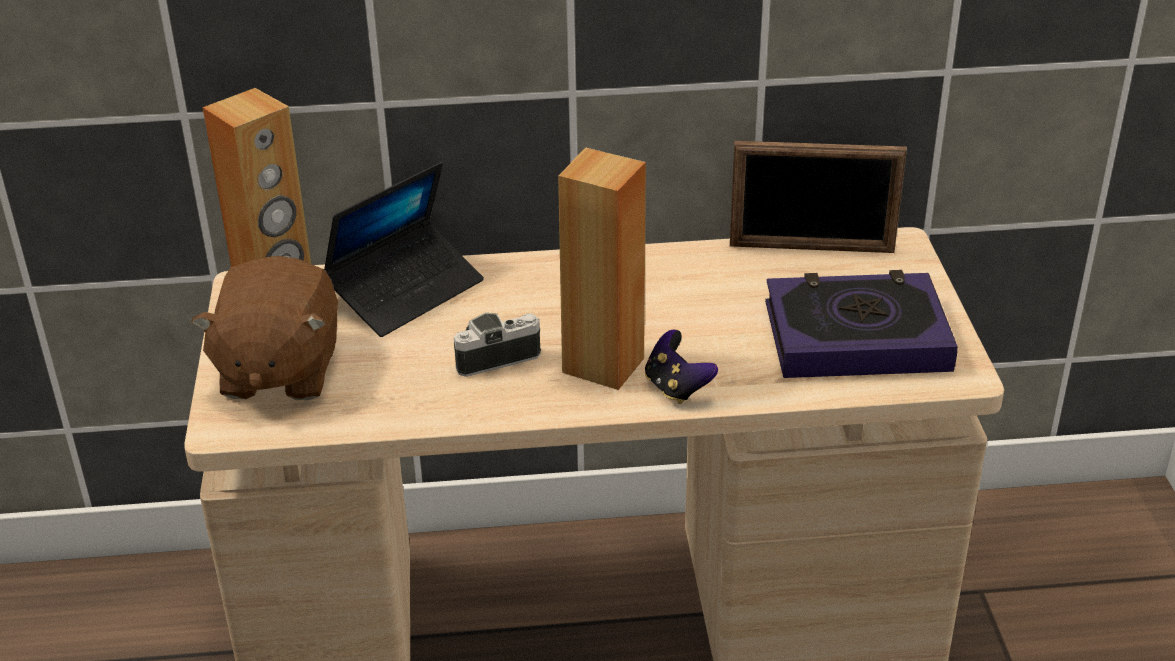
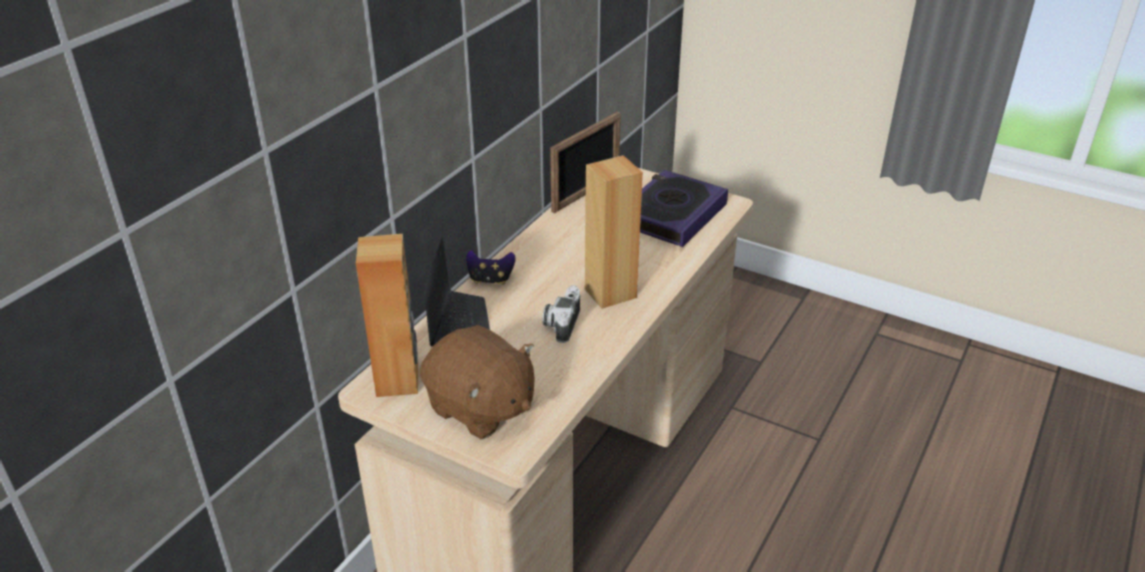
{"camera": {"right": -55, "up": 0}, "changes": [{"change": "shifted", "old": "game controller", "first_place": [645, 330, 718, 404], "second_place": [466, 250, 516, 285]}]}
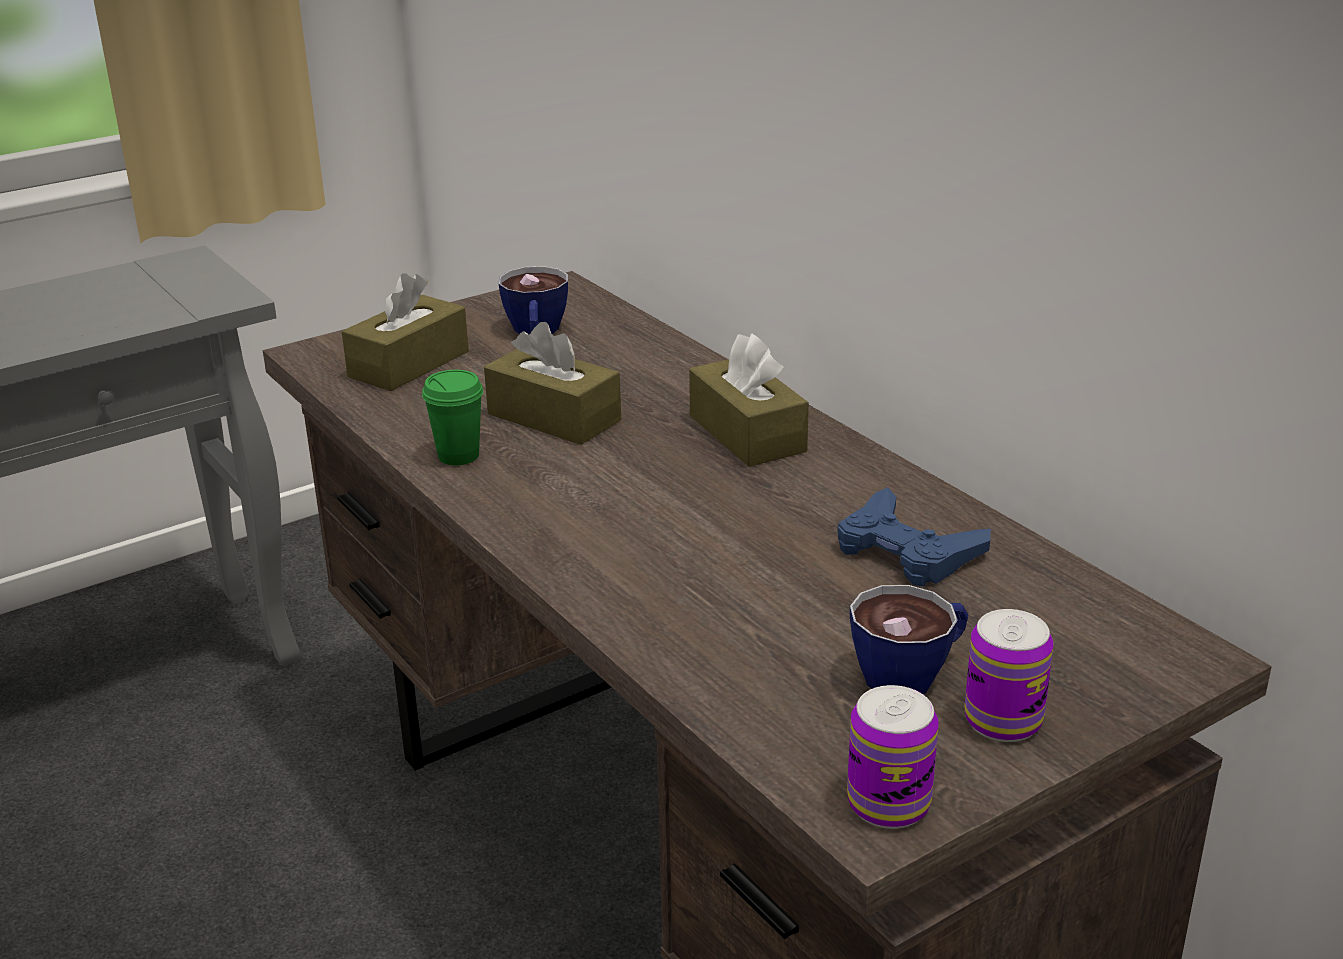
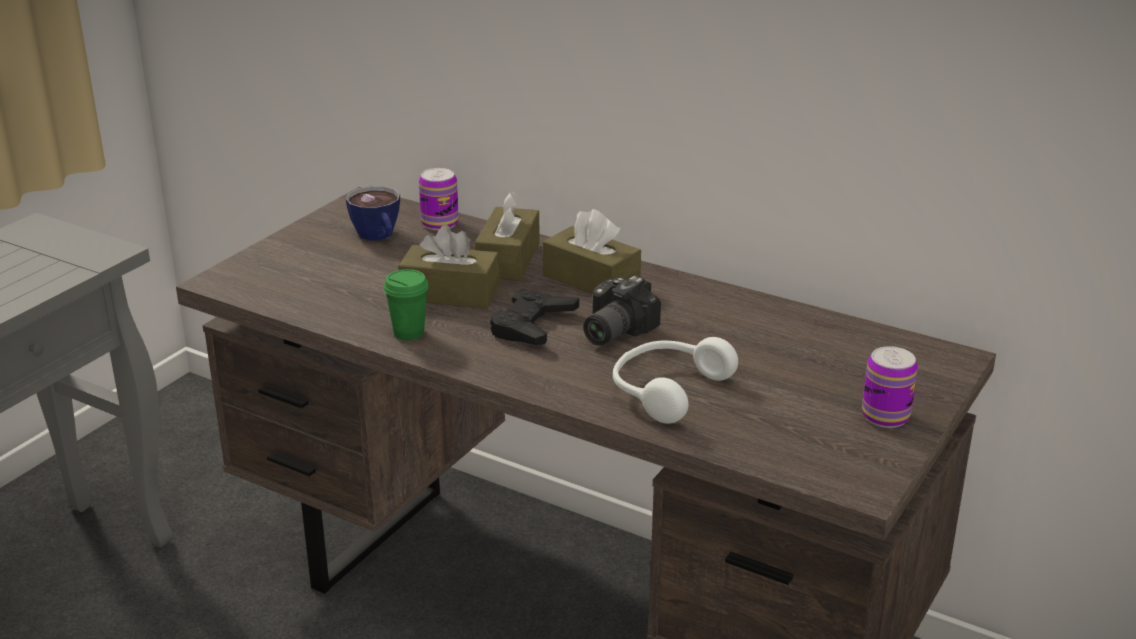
{"camera": {"right": -25, "up": 0}, "changes": [{"change": "shifted", "old": "can", "first_place": [847, 685, 939, 829], "second_place": [419, 168, 459, 230]}, {"change": "shifted", "old": "brown tissue box", "first_place": [342, 273, 469, 391], "second_place": [475, 192, 540, 281]}, {"change": "new", "new": "black game controller", "second_place": [490, 289, 579, 345]}, {"change": "new", "new": "photo camera", "second_place": [583, 276, 661, 345]}, {"change": "new", "new": "white headphones", "second_place": [613, 337, 738, 424]}, {"change": "gone", "old": "blue game controller", "first_place": [837, 487, 991, 586]}, {"change": "gone", "old": "cup", "first_place": [850, 585, 968, 694]}]}
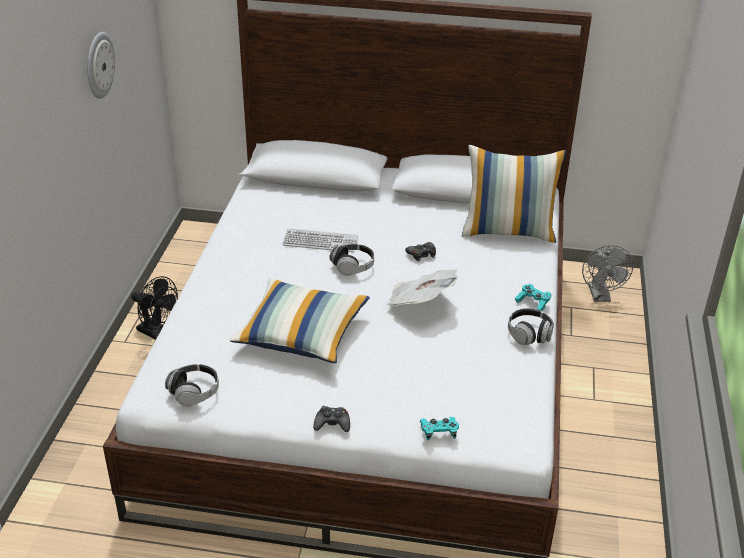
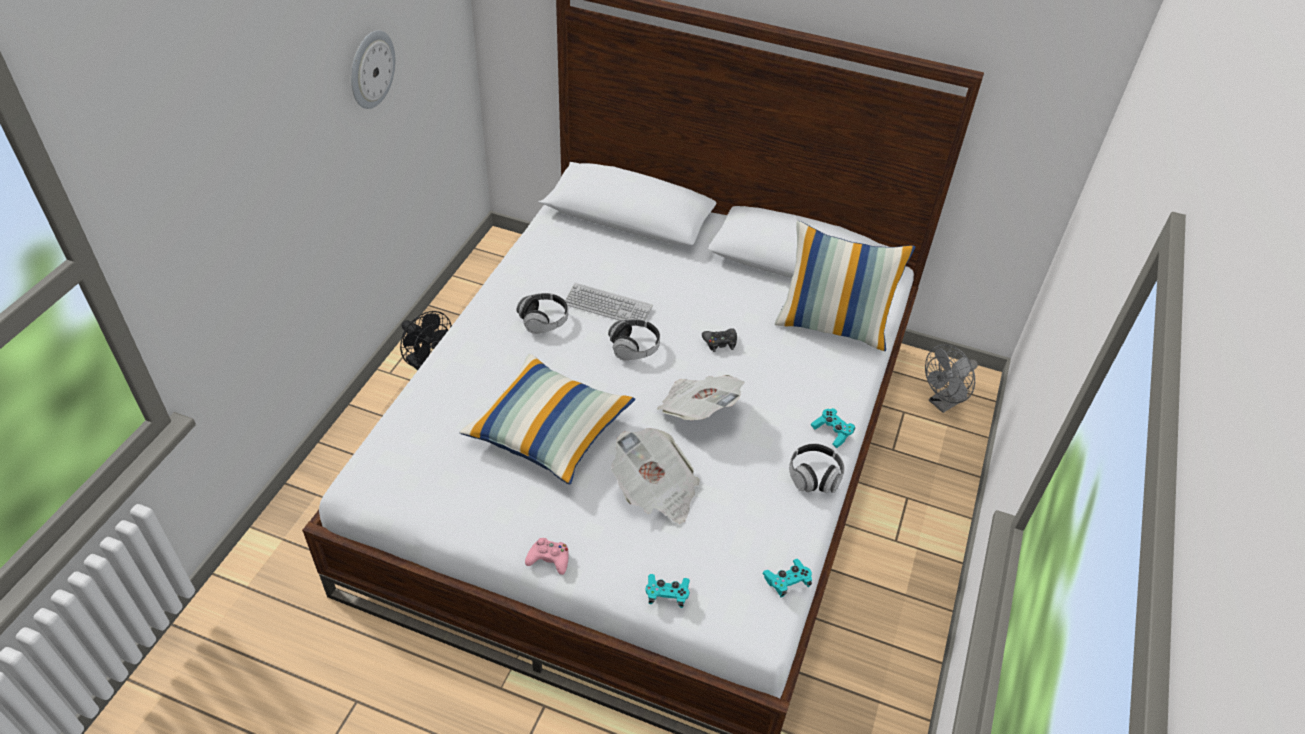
{"camera": {"right": 10, "up": 10}, "changes": [{"change": "shifted", "old": "headphones", "first_place": [165, 364, 219, 407], "second_place": [517, 293, 568, 334]}, {"change": "repainted", "old": "black game controller", "new": "pink game controller", "first_place": [313, 406, 350, 432], "second_place": [525, 538, 569, 575]}, {"change": "new", "new": "newspaper", "second_place": [611, 428, 700, 523]}, {"change": "new", "new": "turquoise game controller", "second_place": [763, 559, 812, 597]}, {"change": "rotated", "old": "grey fan", "first_place": [582, 245, 633, 302], "second_place": [925, 344, 978, 413], "degrees": 45}]}
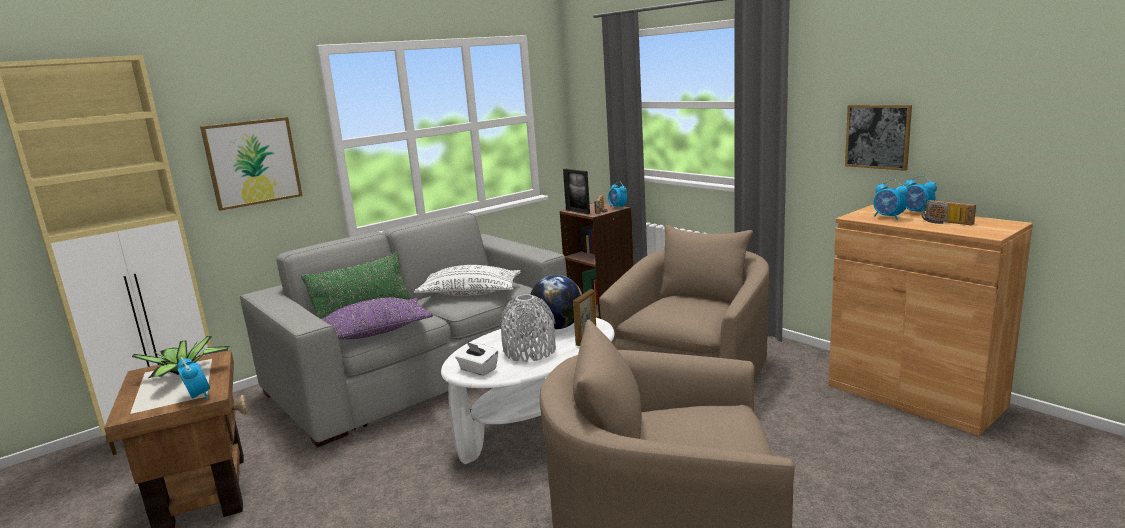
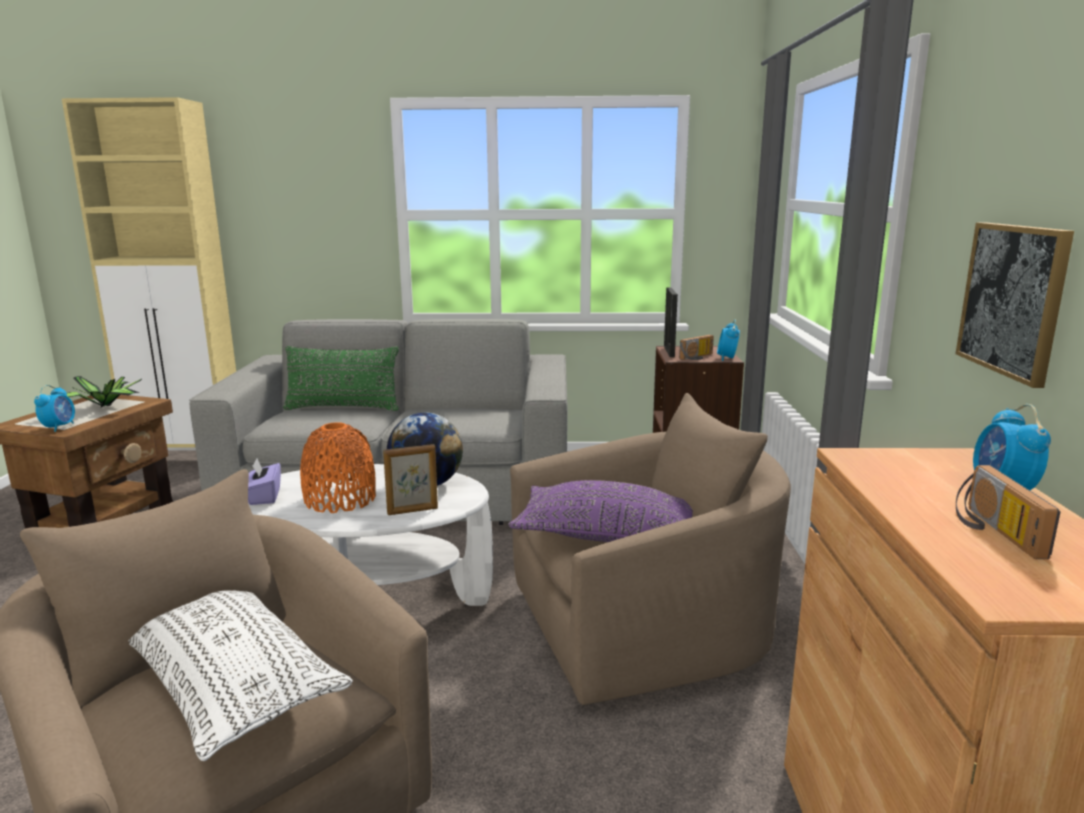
{"camera": {"right": 40, "up": 0}, "changes": [{"change": "shifted", "old": "white pillow", "first_place": [414, 265, 521, 296], "second_place": [128, 590, 353, 761]}, {"change": "repainted", "old": "white tissue box", "new": "purple tissue box", "first_place": [455, 342, 498, 376], "second_place": [248, 459, 281, 505]}, {"change": "repainted", "old": "grey vase", "new": "orange vase", "first_place": [499, 294, 556, 362], "second_place": [300, 422, 376, 513]}, {"change": "shifted", "old": "purple pillow", "first_place": [322, 297, 434, 339], "second_place": [508, 480, 693, 542]}, {"change": "gone", "old": "picture", "first_place": [200, 117, 303, 211]}, {"change": "gone", "old": "alarm clock", "first_place": [873, 179, 908, 220]}]}
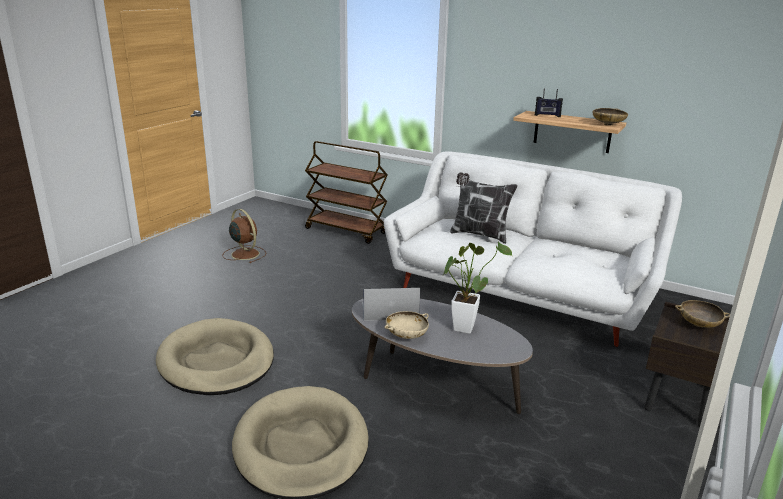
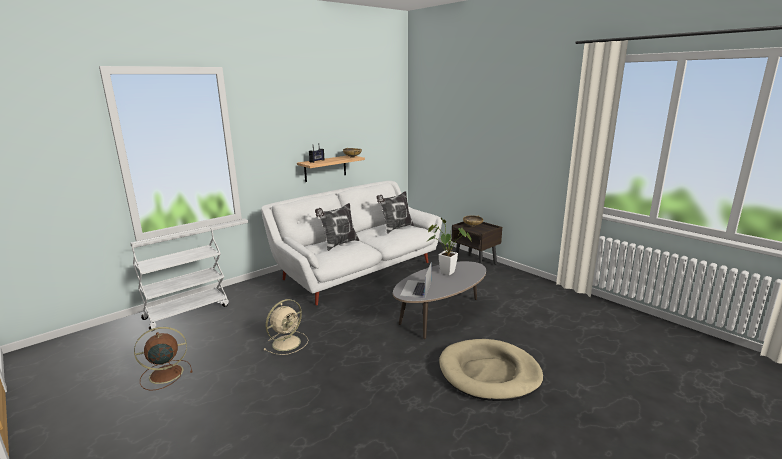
{"camera": {"right": -70, "up": -5}, "changes": [{"change": "repainted", "old": "brown cart", "new": "white cart", "first_place": [305, 141, 388, 244], "second_place": [132, 226, 229, 331]}, {"change": "new", "new": "beige fan", "second_place": [264, 299, 308, 355]}, {"change": "new", "new": "pillow", "second_place": [376, 191, 414, 234]}, {"change": "gone", "old": "beige dog bed", "first_place": [156, 318, 274, 395]}, {"change": "gone", "old": "beige bowl", "first_place": [384, 311, 429, 339]}]}
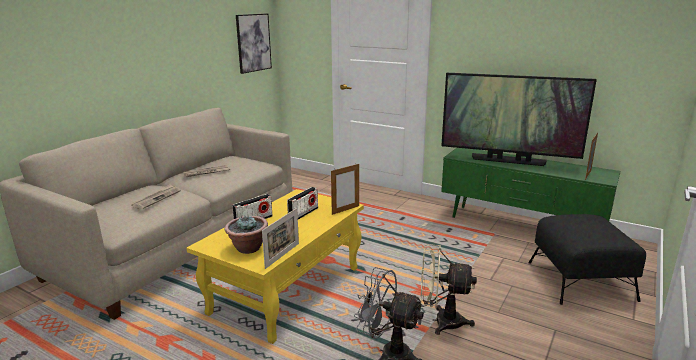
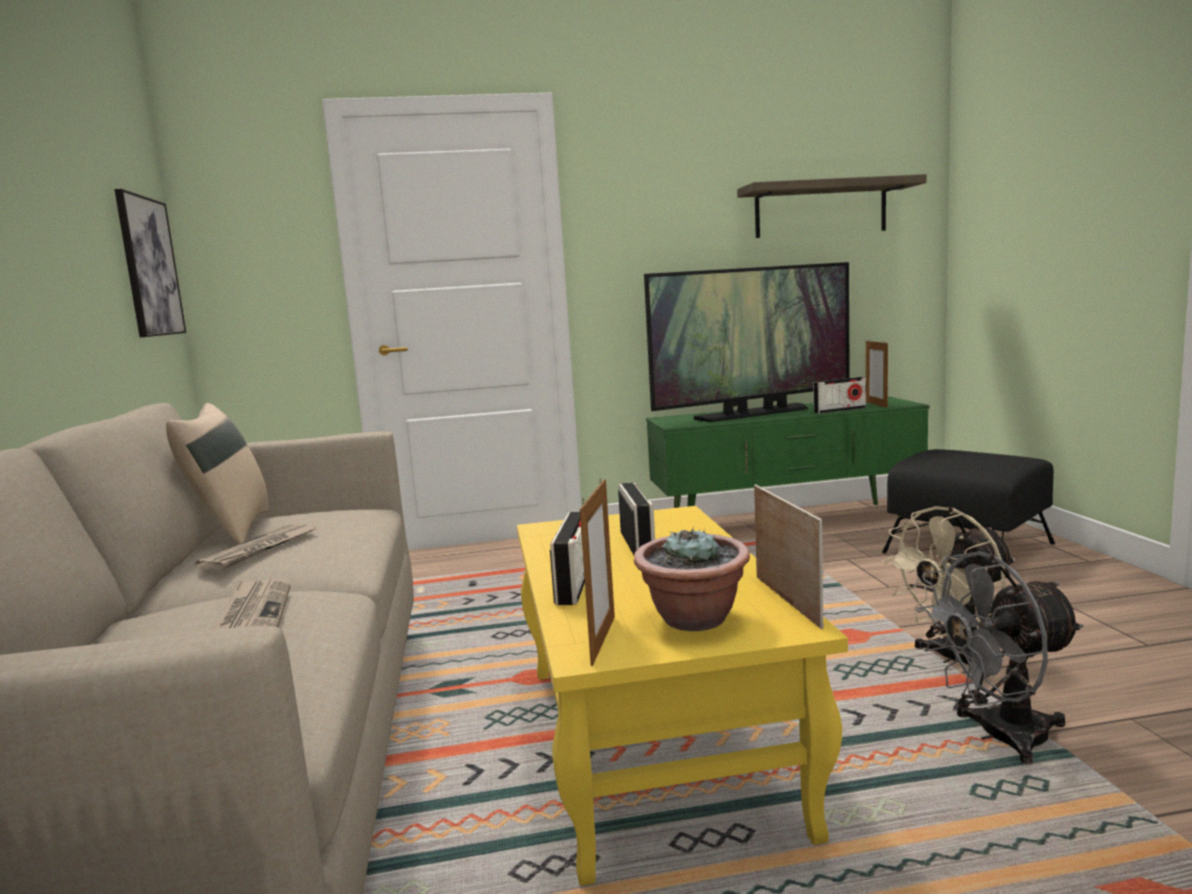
{"camera": {"right": -40, "up": -10}, "changes": [{"change": "new", "new": "beige pillow", "second_place": [166, 403, 269, 544]}, {"change": "shifted", "old": "picture frame", "first_place": [331, 163, 359, 215], "second_place": [580, 478, 615, 666]}, {"change": "new", "new": "shelf", "second_place": [737, 174, 927, 238]}, {"change": "new", "new": "radio", "second_place": [813, 377, 866, 414]}]}
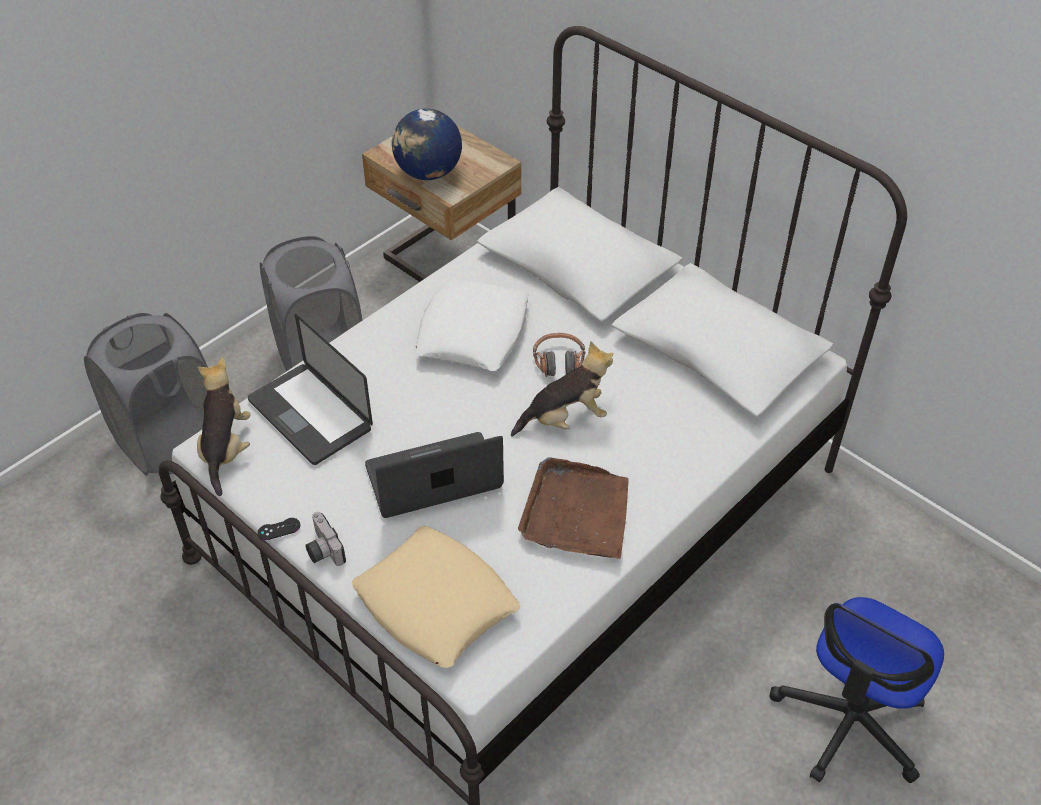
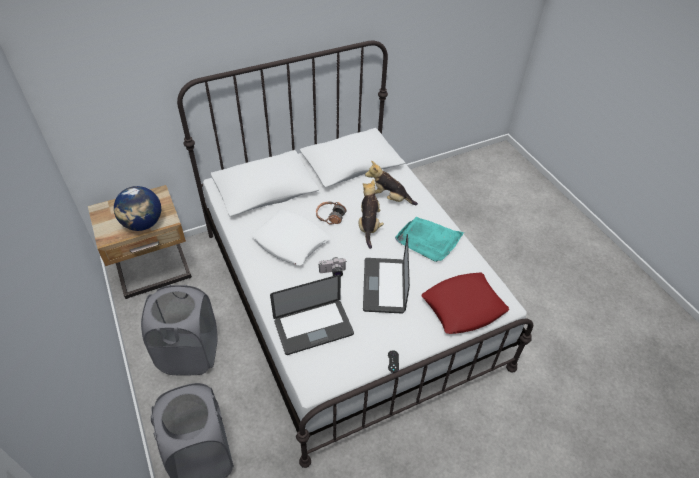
{"camera": {"right": -70, "up": 0}, "changes": [{"change": "shifted", "old": "photo camera", "first_place": [306, 512, 346, 566], "second_place": [319, 257, 347, 276]}, {"change": "shifted", "old": "plush toy", "first_place": [197, 357, 250, 496], "second_place": [365, 161, 418, 205]}, {"change": "repainted", "old": "brown tray", "new": "turquoise tray", "first_place": [518, 457, 629, 559], "second_place": [395, 217, 464, 262]}, {"change": "repainted", "old": "beige pillow", "new": "red pillow", "first_place": [352, 526, 521, 668], "second_place": [422, 273, 509, 334]}, {"change": "gone", "old": "office chair", "first_place": [770, 597, 944, 783]}]}
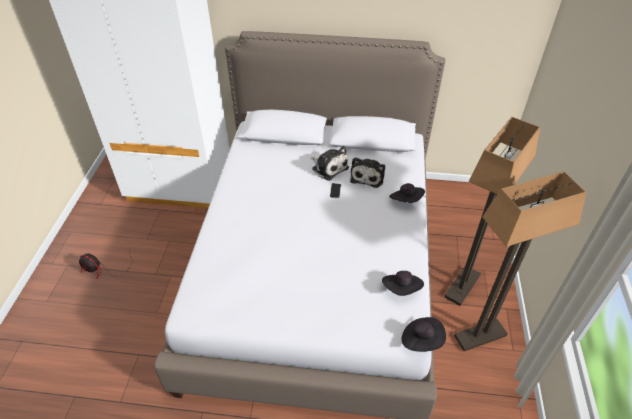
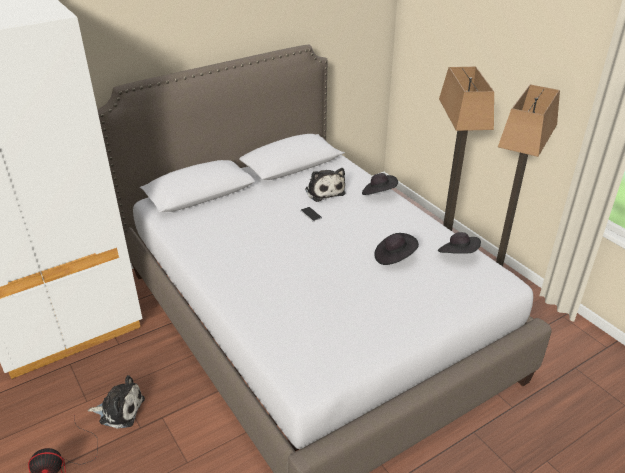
{"camera": {"right": -40, "up": -10}, "changes": [{"change": "shifted", "old": "plush toy", "first_place": [311, 146, 349, 181], "second_place": [88, 375, 145, 429]}, {"change": "shifted", "old": "black hat", "first_place": [402, 317, 446, 352], "second_place": [374, 233, 419, 265]}]}
